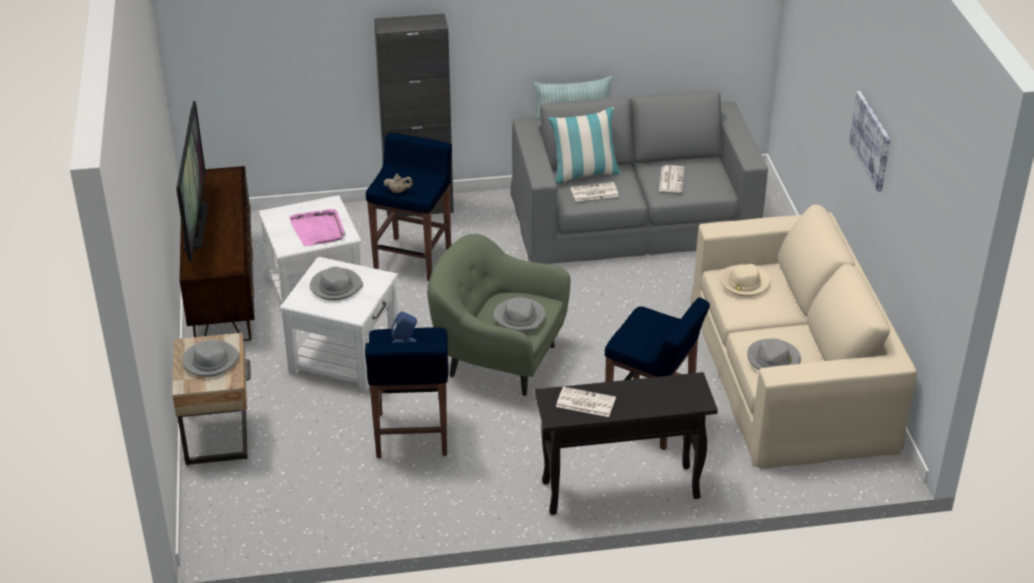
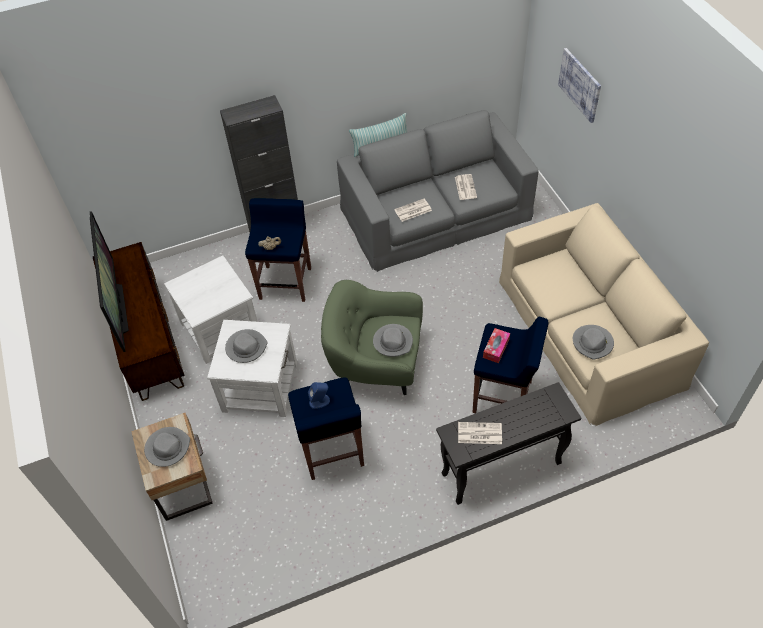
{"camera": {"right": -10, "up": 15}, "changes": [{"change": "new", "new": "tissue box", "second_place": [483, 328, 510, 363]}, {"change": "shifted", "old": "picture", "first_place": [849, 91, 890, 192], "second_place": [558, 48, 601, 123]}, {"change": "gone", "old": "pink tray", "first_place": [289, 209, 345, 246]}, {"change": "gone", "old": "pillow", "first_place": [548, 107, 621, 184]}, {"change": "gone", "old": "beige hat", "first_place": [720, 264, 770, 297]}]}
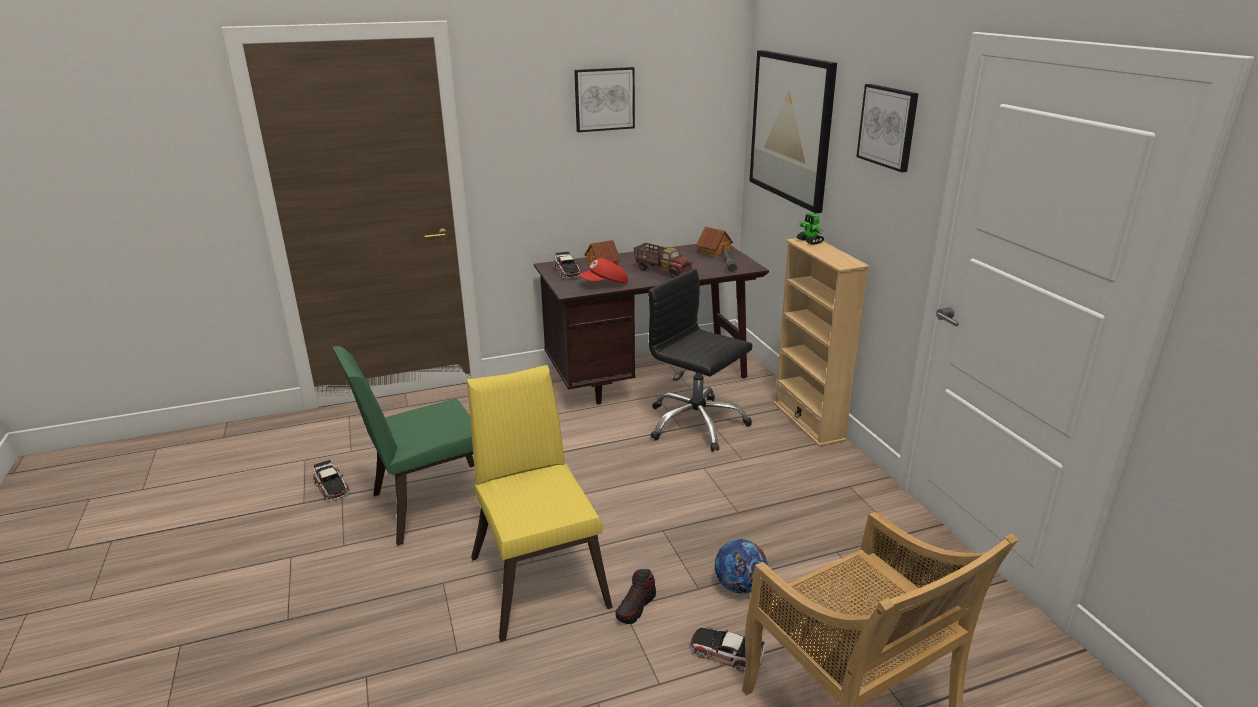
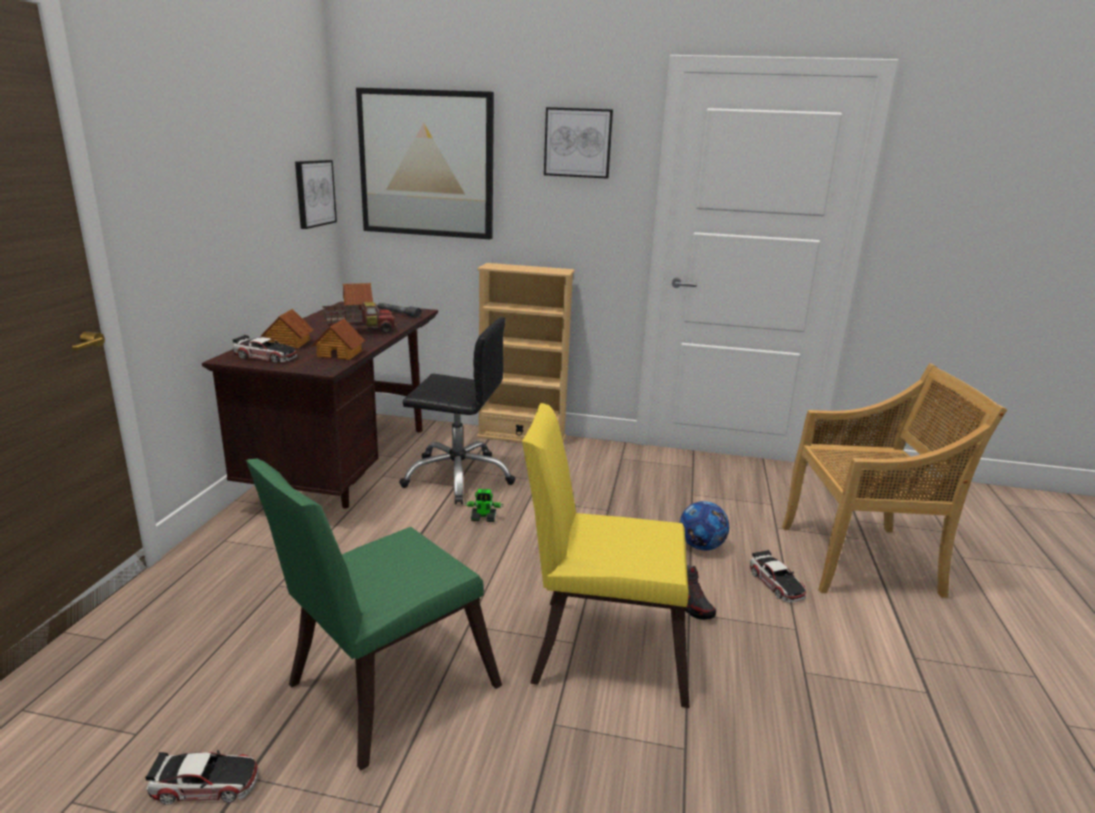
{"camera": {"right": -60, "up": -5}, "changes": [{"change": "rotated", "old": "green chair", "first_place": [333, 346, 474, 546], "second_place": [246, 459, 502, 771], "degrees": 45}, {"change": "shifted", "old": "picture", "first_place": [574, 67, 635, 132], "second_place": [295, 160, 337, 229]}, {"change": "swapped", "old": "red cap", "new": "toy house", "first_place": [580, 258, 628, 283], "second_place": [311, 318, 365, 360]}, {"change": "rotated", "old": "black office chair", "first_place": [648, 269, 753, 452], "second_place": [399, 317, 515, 504], "degrees": -150}, {"change": "shifted", "old": "toy robot", "first_place": [797, 213, 824, 245], "second_place": [465, 489, 503, 522]}, {"change": "rotated", "old": "toy car", "first_place": [690, 627, 764, 672], "second_place": [750, 550, 806, 603], "degrees": -75}]}
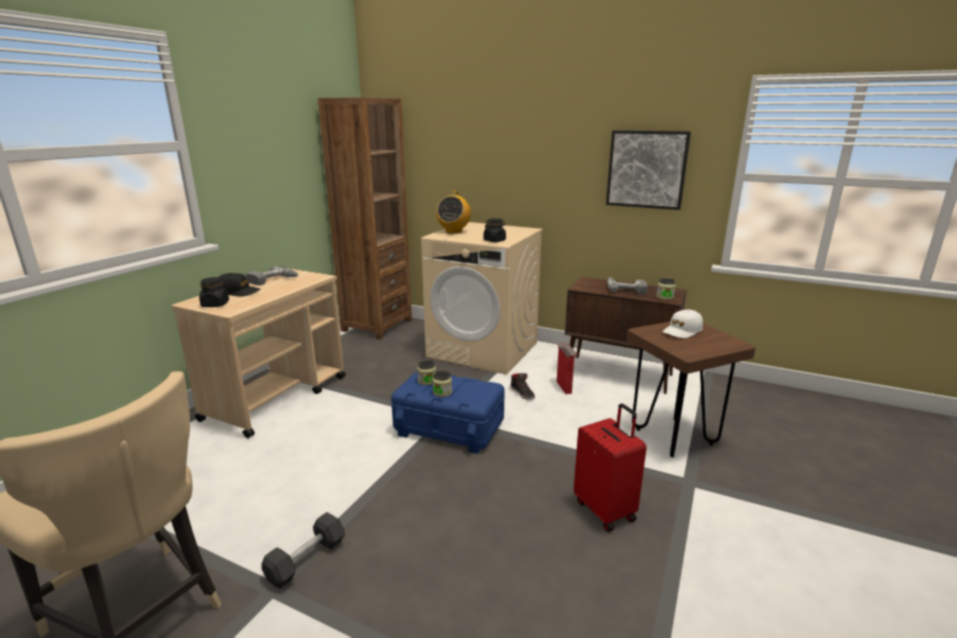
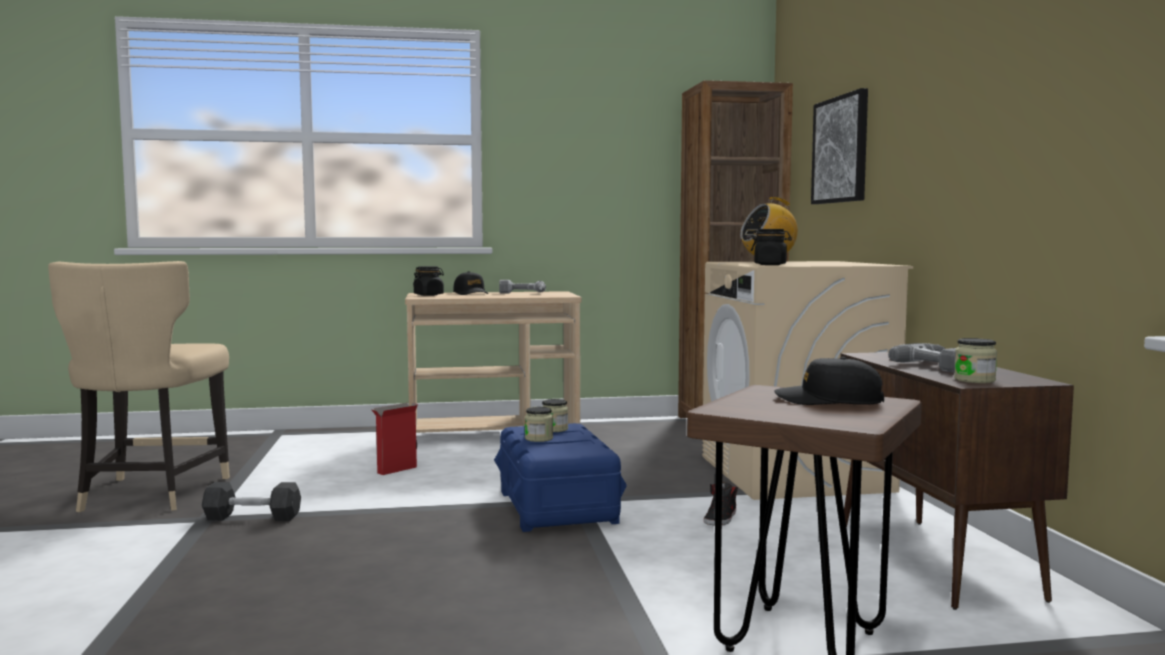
{"camera": {"right": 55, "up": -15}, "changes": [{"change": "shifted", "old": "cardboard box", "first_place": [557, 342, 577, 394], "second_place": [372, 403, 418, 475]}, {"change": "repainted", "old": "white cap", "new": "black cap", "first_place": [663, 310, 703, 338], "second_place": [774, 357, 884, 405]}, {"change": "shifted", "old": "picture", "first_place": [606, 130, 691, 210], "second_place": [811, 88, 868, 204]}, {"change": "gone", "old": "red suitcase", "first_place": [574, 403, 647, 532]}]}
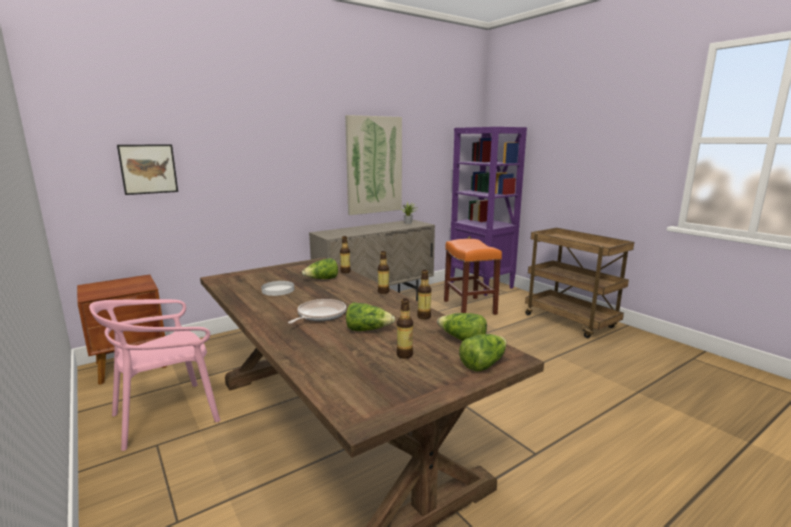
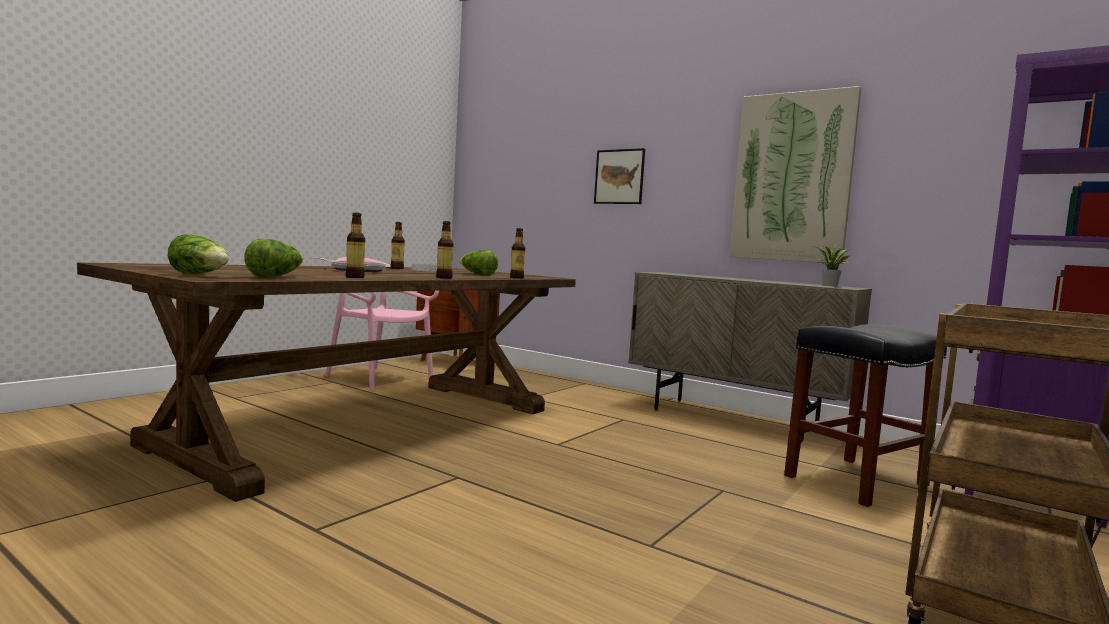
{"camera": {"right": 70, "up": -10}, "changes": [{"change": "shifted", "old": "bottle", "first_place": [397, 298, 413, 359], "second_place": [390, 222, 405, 269]}, {"change": "shifted", "old": "picture", "first_place": [117, 144, 178, 195], "second_place": [594, 148, 645, 204]}, {"change": "repainted", "old": "orange stool", "new": "black stool", "first_place": [444, 239, 502, 315], "second_place": [784, 324, 947, 507]}, {"change": "gone", "old": "lettuce", "first_place": [346, 302, 395, 331]}]}
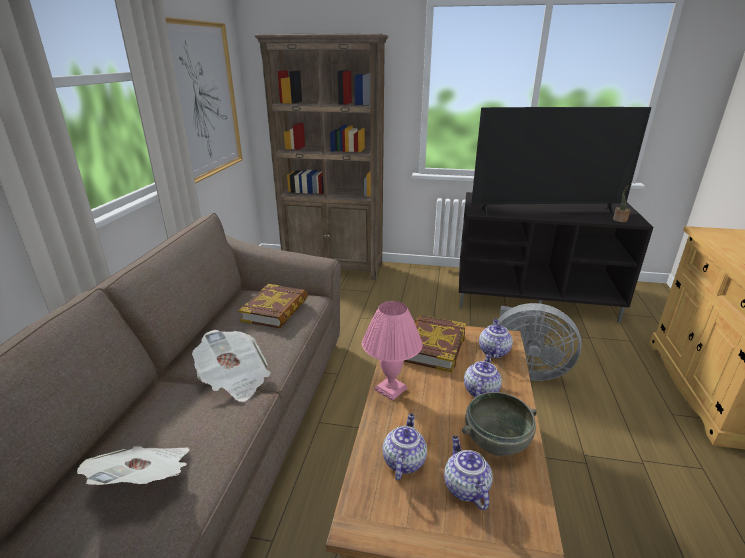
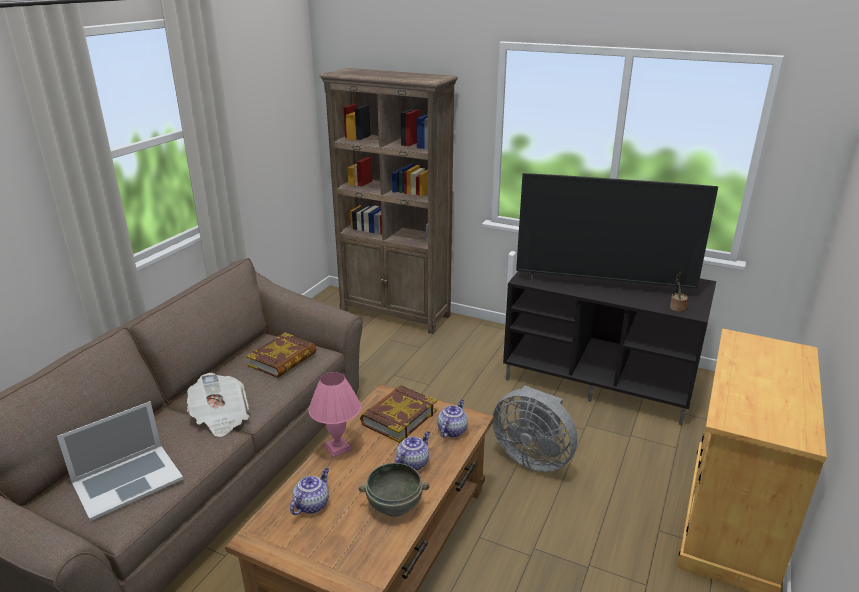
{"camera": {"right": 15, "up": 0}, "changes": [{"change": "swapped", "old": "newspaper", "new": "laptop", "first_place": [77, 446, 190, 485], "second_place": [57, 401, 183, 521]}, {"change": "gone", "old": "picture", "first_place": [165, 17, 243, 183]}, {"change": "gone", "old": "teapot", "first_place": [444, 436, 493, 510]}]}
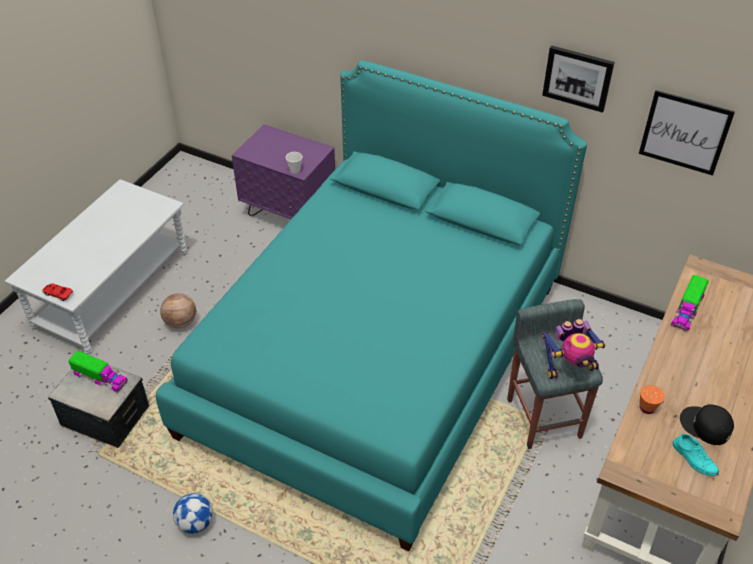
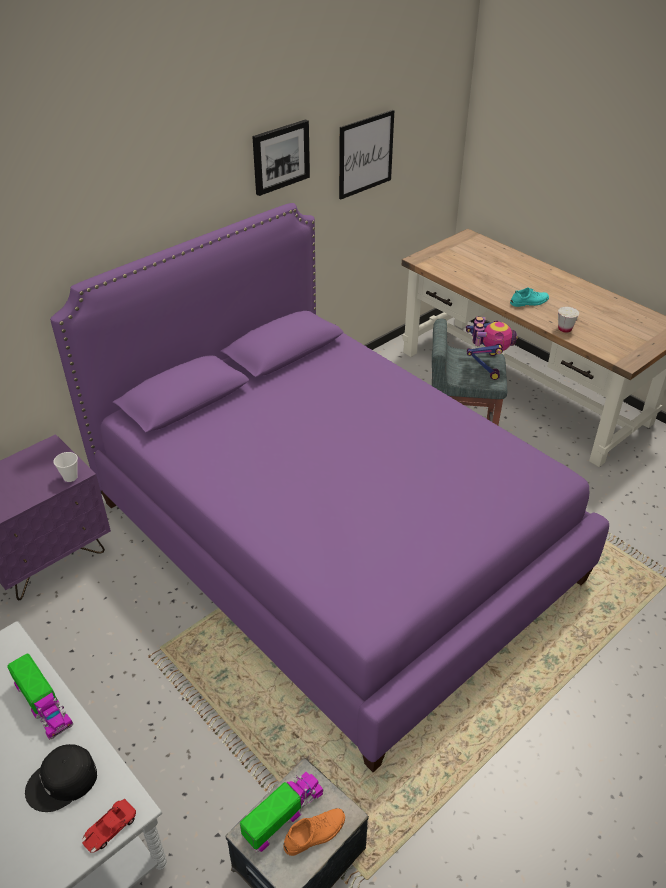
{"camera": {"right": -70, "up": -5}, "changes": [{"change": "shifted", "old": "toy truck", "first_place": [671, 275, 708, 332], "second_place": [7, 653, 73, 740]}, {"change": "shifted", "old": "black cap", "first_place": [680, 405, 734, 445], "second_place": [25, 744, 97, 812]}, {"change": "repainted", "old": "turquoise bed", "new": "purple bed", "first_place": [156, 60, 587, 552], "second_place": [50, 203, 609, 772]}, {"change": "new", "new": "orange shoe", "second_place": [283, 808, 345, 856]}, {"change": "shifted", "old": "turquoise shoe", "first_place": [673, 433, 719, 476], "second_place": [510, 287, 549, 307]}, {"change": "repainted", "old": "orange cup", "new": "white cup", "first_place": [640, 385, 664, 414], "second_place": [558, 307, 579, 333]}, {"change": "gone", "old": "basketball", "first_place": [160, 293, 196, 328]}, {"change": "gone", "old": "football", "first_place": [173, 493, 213, 534]}]}
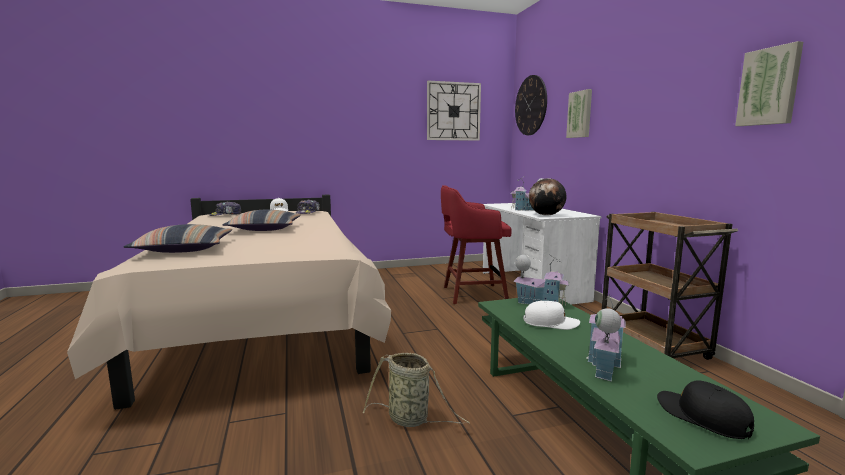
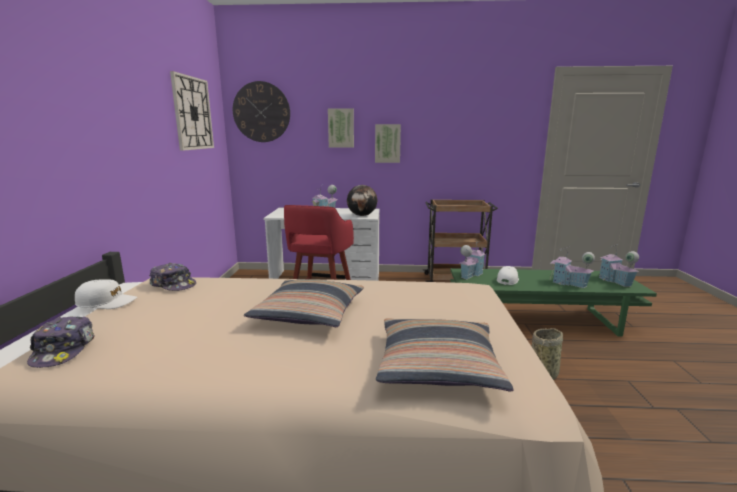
{"camera": {"right": -70, "up": 5}, "changes": [{"change": "shifted", "old": "picture", "first_place": [735, 41, 803, 126], "second_place": [375, 124, 401, 163]}, {"change": "swapped", "old": "black cap", "new": "toy house", "first_place": [657, 380, 754, 439], "second_place": [599, 244, 640, 287]}]}
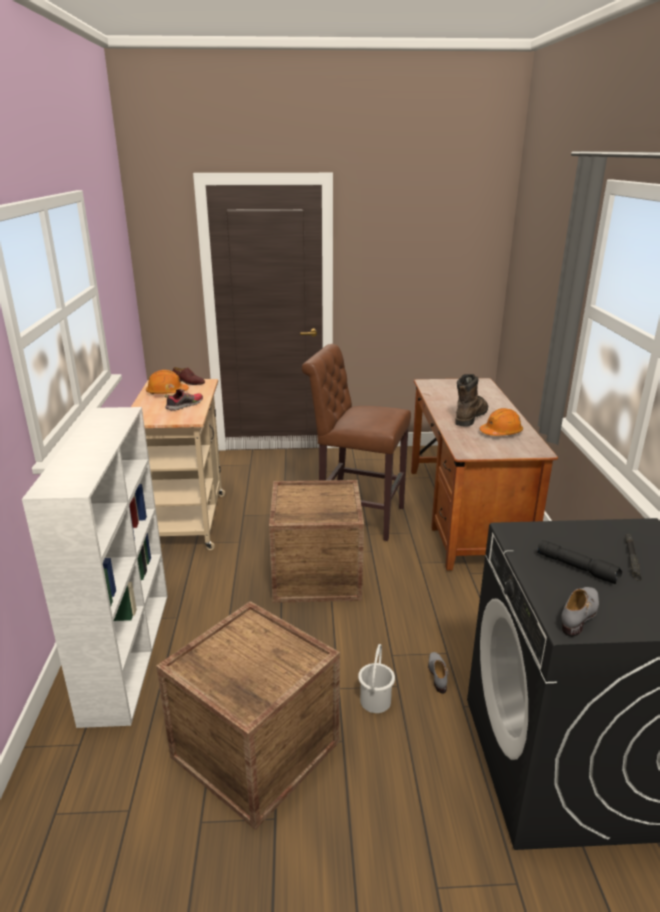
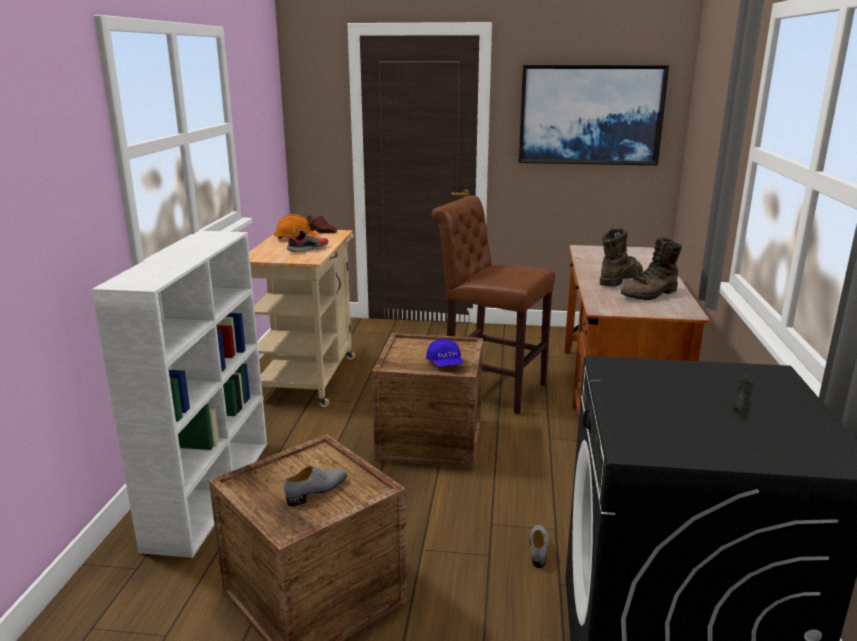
{"camera": {"right": 10, "up": -5}, "changes": [{"change": "shifted", "old": "grey shoe", "first_place": [561, 587, 599, 637], "second_place": [284, 466, 347, 506]}, {"change": "new", "new": "blue cap", "second_place": [426, 339, 463, 367]}, {"change": "new", "new": "picture", "second_place": [519, 65, 669, 165]}, {"change": "swapped", "old": "orange hard hat", "new": "brown boot", "first_place": [480, 408, 523, 436], "second_place": [621, 237, 682, 300]}, {"change": "gone", "old": "white bucket", "first_place": [358, 644, 395, 713]}, {"change": "gone", "old": "black flashlight", "first_place": [537, 540, 622, 584]}]}
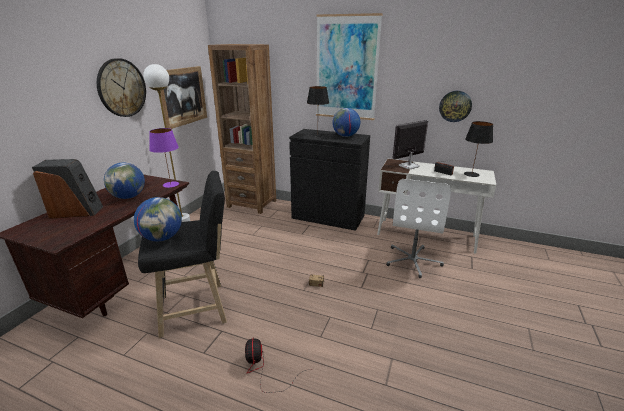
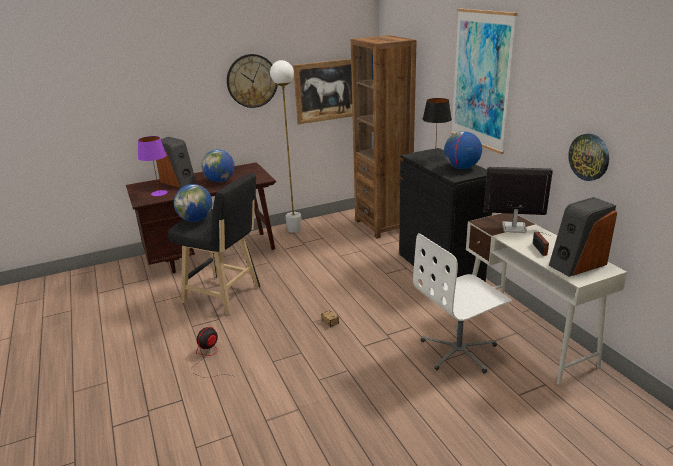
{"camera": {"right": 45, "up": 0}, "changes": [{"change": "shifted", "old": "purple table lamp", "first_place": [149, 128, 179, 188], "second_place": [138, 136, 168, 196]}, {"change": "swapped", "old": "black table lamp", "new": "speaker", "first_place": [464, 121, 493, 177], "second_place": [549, 197, 617, 277]}]}
